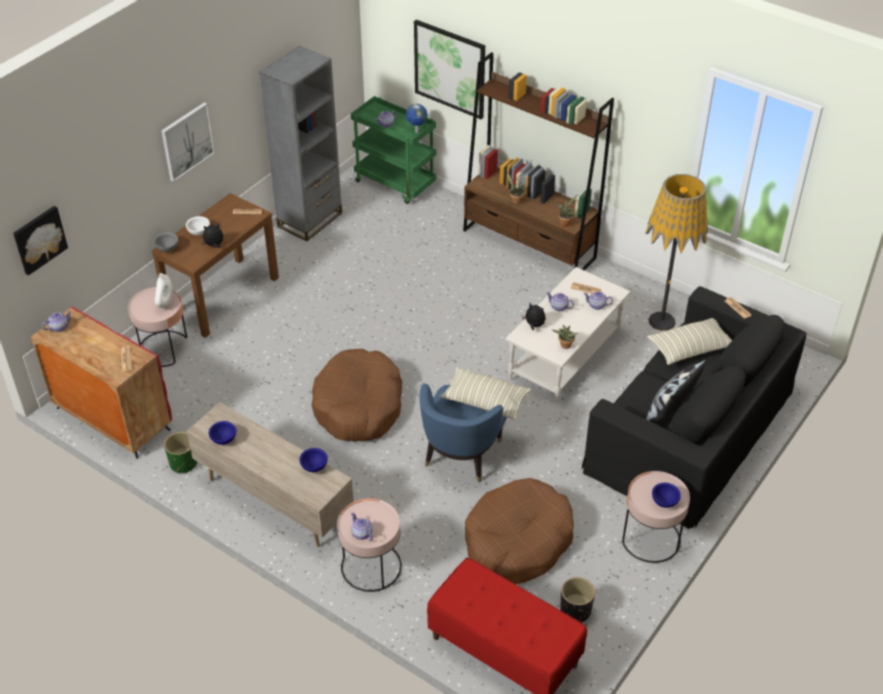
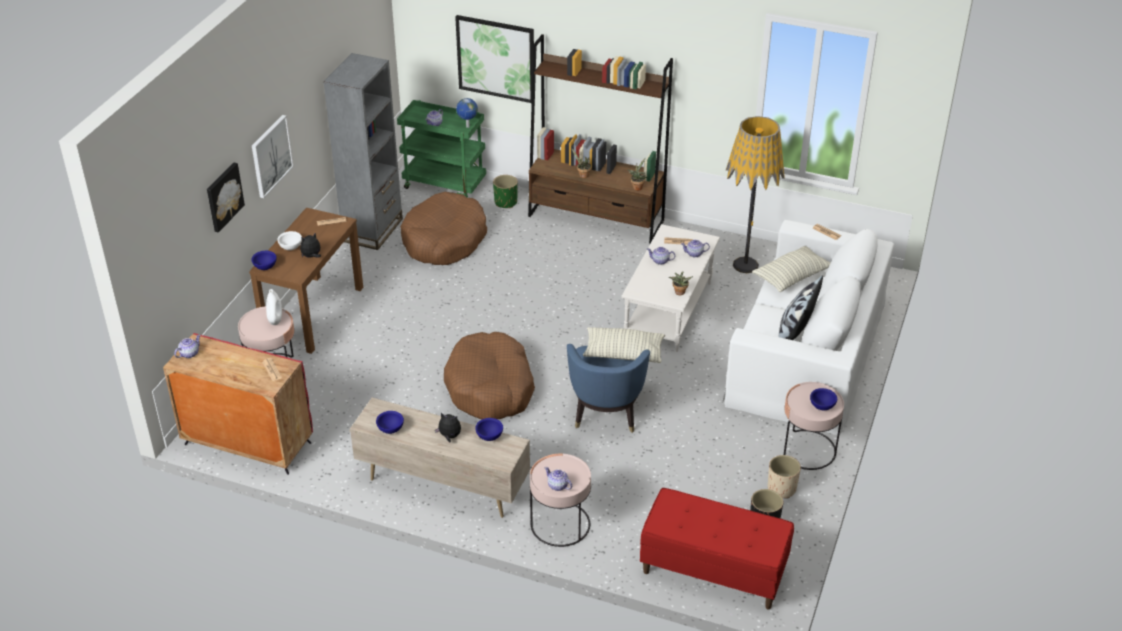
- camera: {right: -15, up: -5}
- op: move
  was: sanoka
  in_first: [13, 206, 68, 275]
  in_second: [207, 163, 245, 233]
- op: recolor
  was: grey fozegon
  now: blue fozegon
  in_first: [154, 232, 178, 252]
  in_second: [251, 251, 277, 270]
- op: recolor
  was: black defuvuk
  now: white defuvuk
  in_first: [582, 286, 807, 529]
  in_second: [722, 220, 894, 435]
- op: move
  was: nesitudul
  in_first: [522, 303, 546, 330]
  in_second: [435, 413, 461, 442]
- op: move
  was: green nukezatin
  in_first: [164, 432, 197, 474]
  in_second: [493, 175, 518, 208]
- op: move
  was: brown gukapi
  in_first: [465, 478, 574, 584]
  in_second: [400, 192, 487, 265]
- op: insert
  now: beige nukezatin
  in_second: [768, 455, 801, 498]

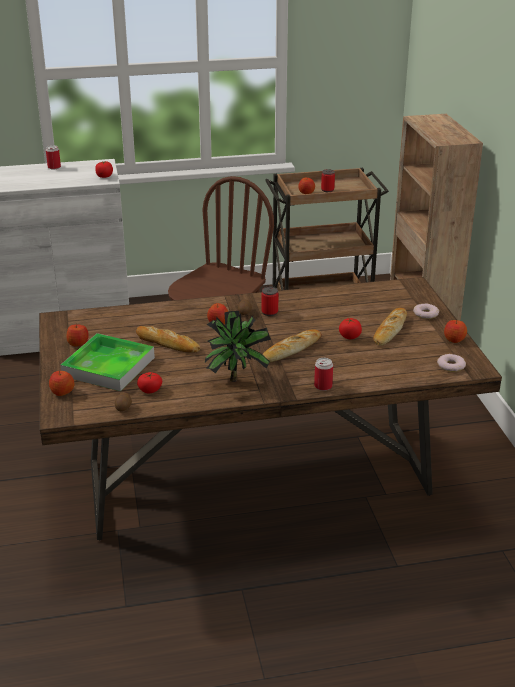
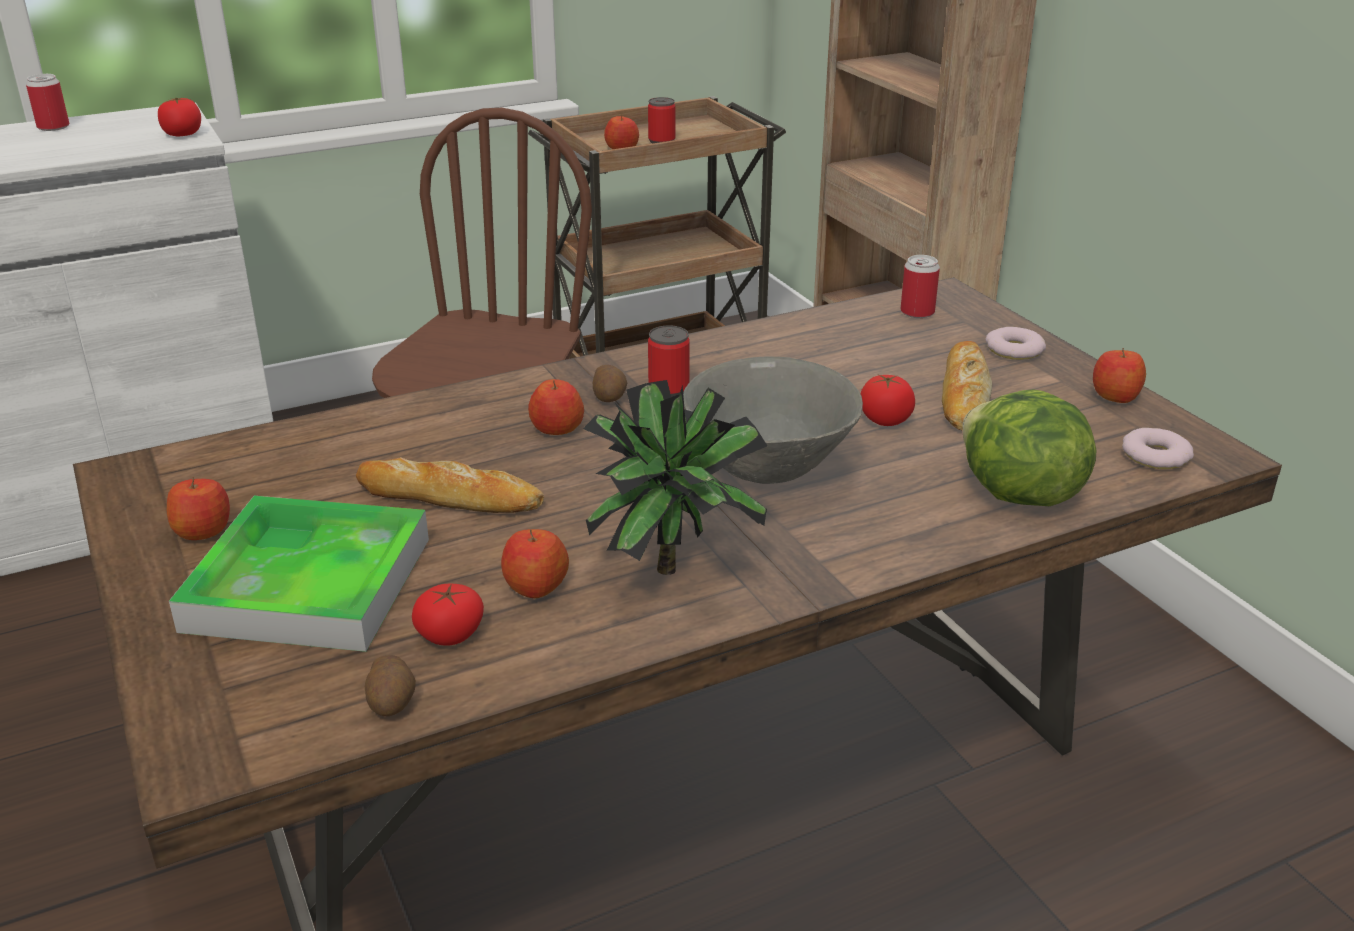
- camera: {right: -15, up: 0}
- op: replace
  was: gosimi
  now: grey fozegon
  in_first: [263, 329, 322, 362]
  in_second: [683, 357, 863, 484]
- op: move
  was: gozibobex
  in_first: [314, 358, 333, 391]
  in_second: [900, 255, 940, 318]
- op: move
  was: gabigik
  in_first: [49, 371, 74, 396]
  in_second: [501, 529, 569, 598]
- op: insert
  now: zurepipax
  in_second: [963, 390, 1097, 506]

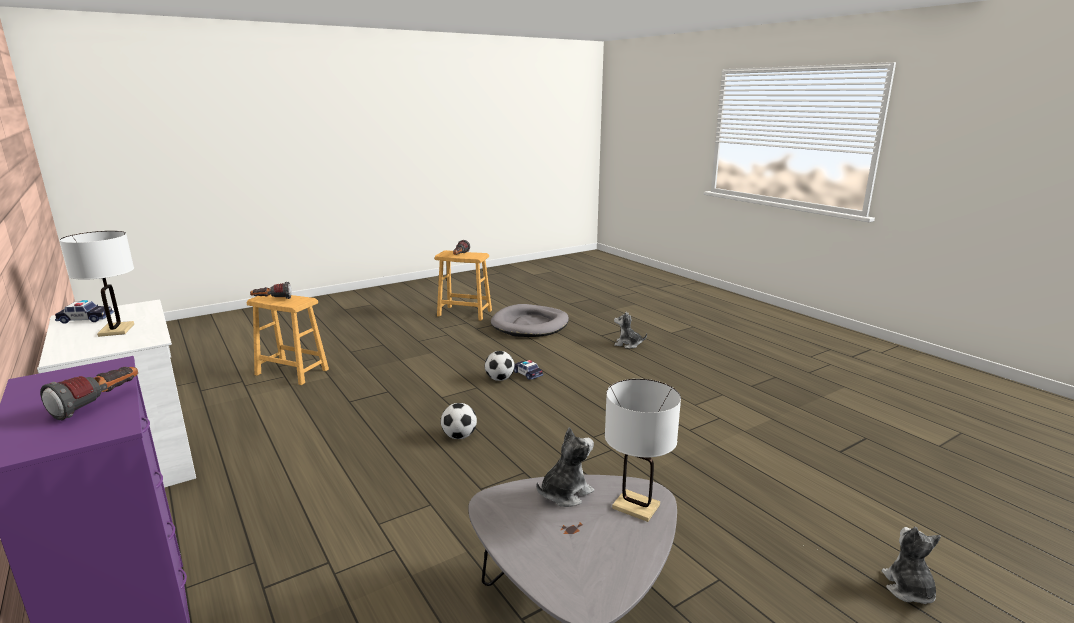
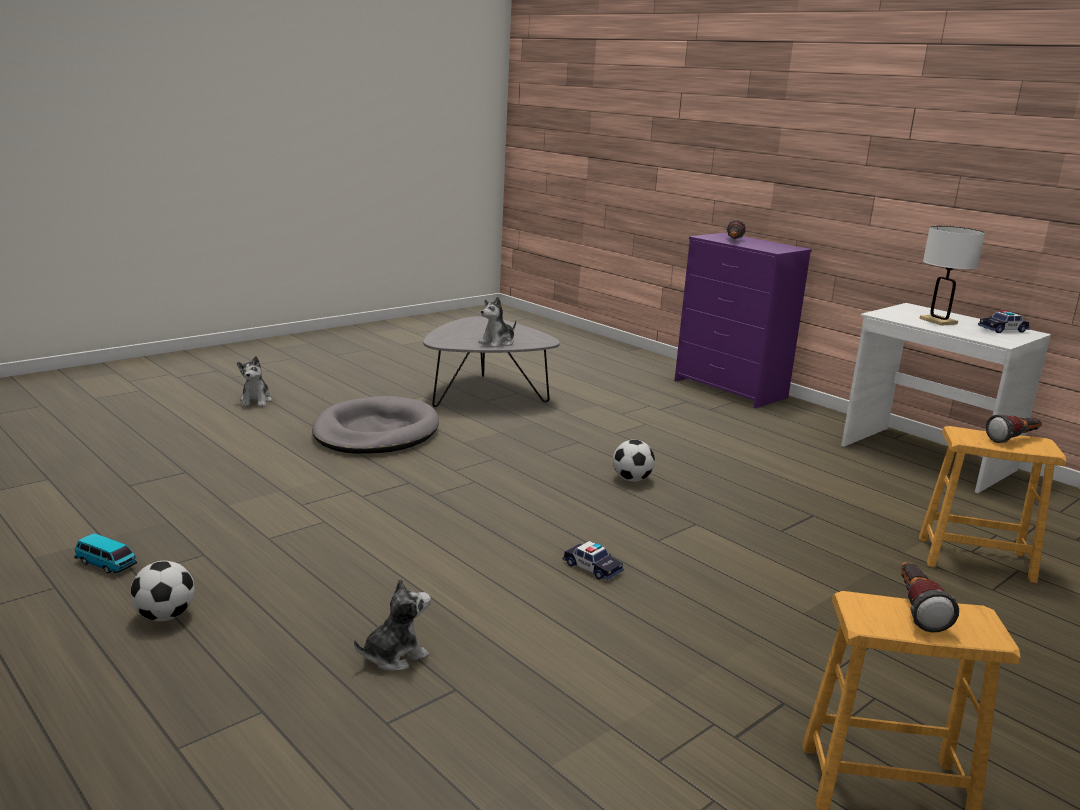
- camera: {right: 170, up: 0}
- op: move
  was: grey gukapi
  in_first: [491, 304, 569, 337]
  in_second: [312, 396, 439, 454]
- op: rotate
  was: nesitudul
  in_first: [614, 312, 647, 348]
  in_second: [354, 578, 431, 671]
  clockwise: -45
- op: move
  was: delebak
  in_first: [485, 351, 515, 381]
  in_second: [131, 561, 194, 621]
- op: delete
  was: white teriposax
  in_first: [605, 379, 681, 522]
- op: insert
  now: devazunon
  in_second: [75, 533, 137, 574]

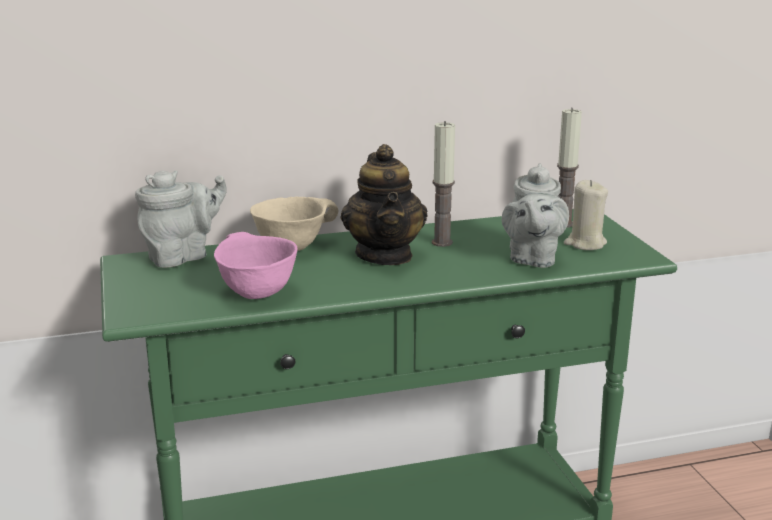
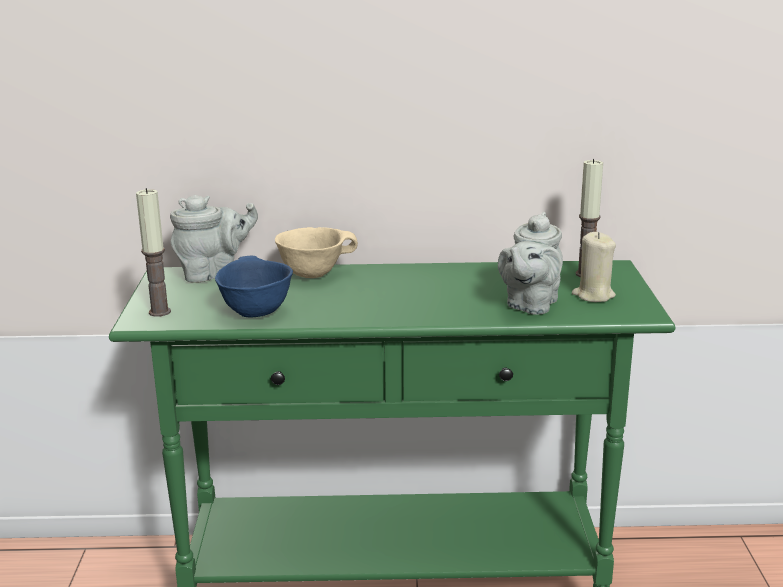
- camera: {right: 15, up: 0}
- op: move
  was: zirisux
  in_first: [432, 121, 455, 247]
  in_second: [136, 188, 171, 317]
- op: delete
  was: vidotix
  in_first: [341, 144, 428, 265]
- op: recolor
  was: pink fozegon
  now: blue fozegon
  in_first: [214, 232, 297, 299]
  in_second: [215, 256, 293, 317]

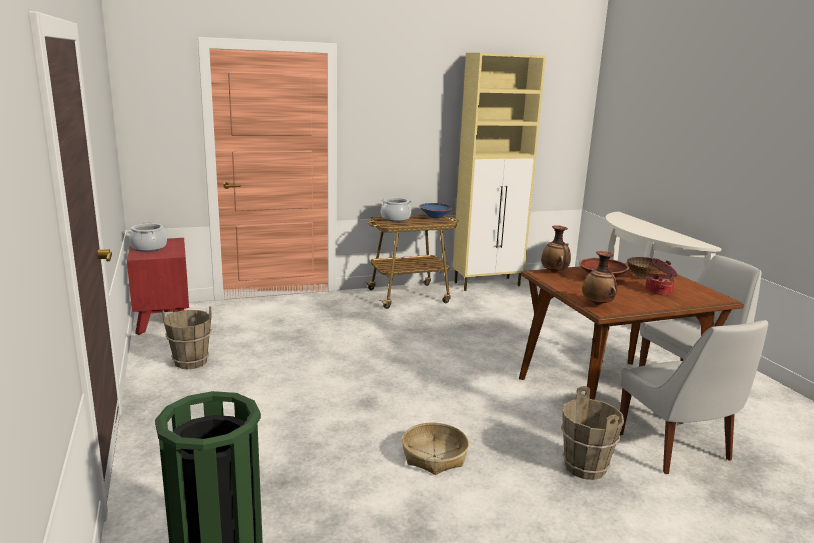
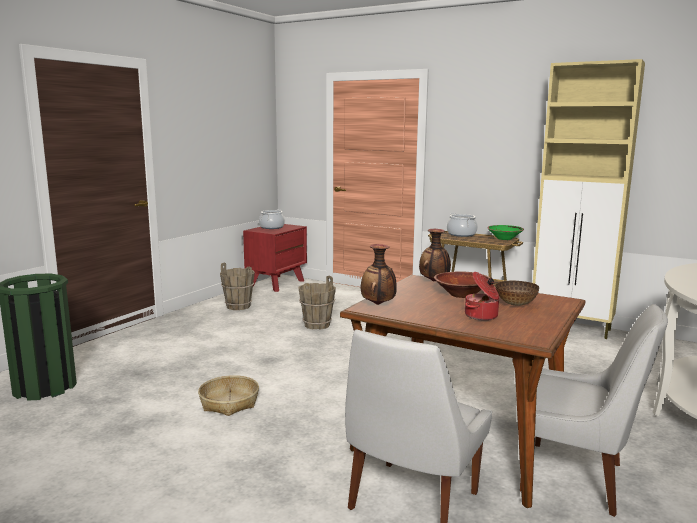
- camera: {right: 50, up: -5}
- op: recolor
  was: blue fozegon
  now: green fozegon
  in_first: [419, 203, 453, 218]
  in_second: [487, 225, 524, 240]
- op: move
  was: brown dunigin
  in_first: [561, 386, 624, 480]
  in_second: [299, 276, 336, 330]

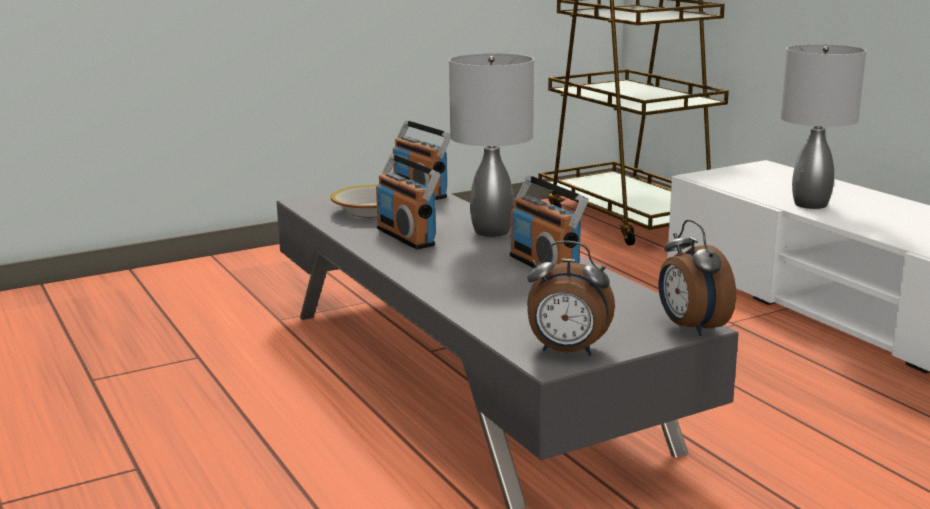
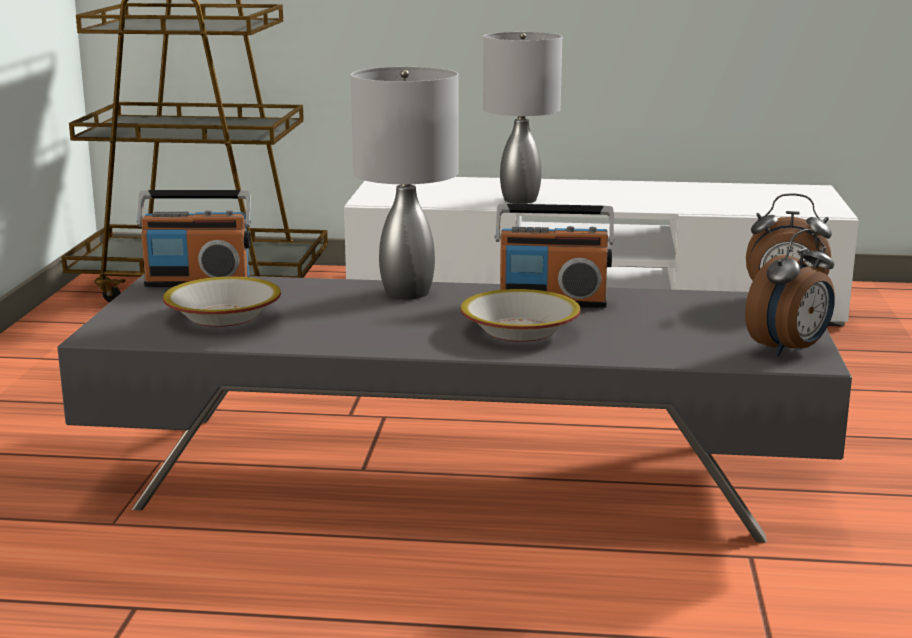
- camera: {right: -55, up: 0}
- op: delete
  was: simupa
  in_first: [376, 154, 440, 249]
- op: insert
  now: fozegon
  in_second: [460, 289, 581, 342]

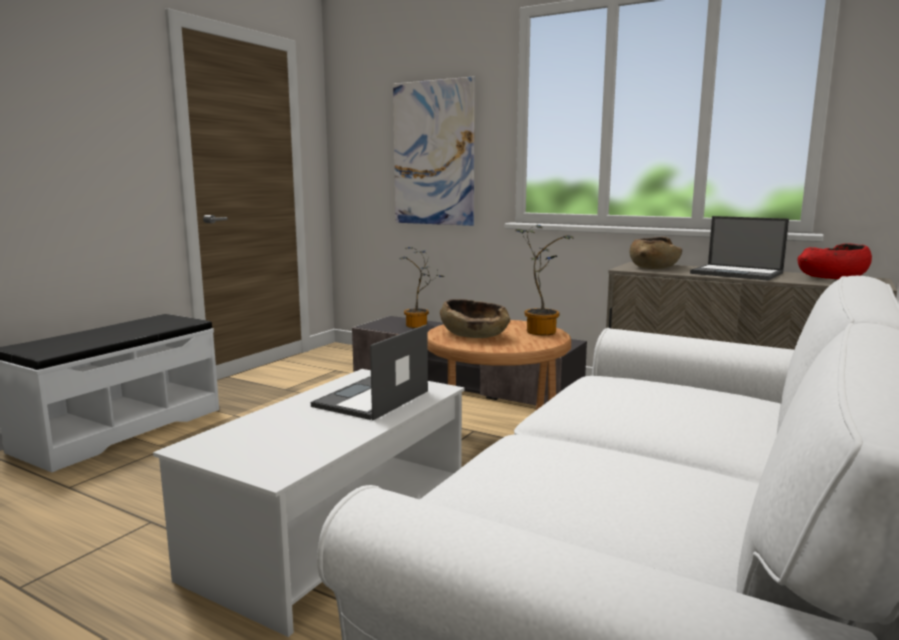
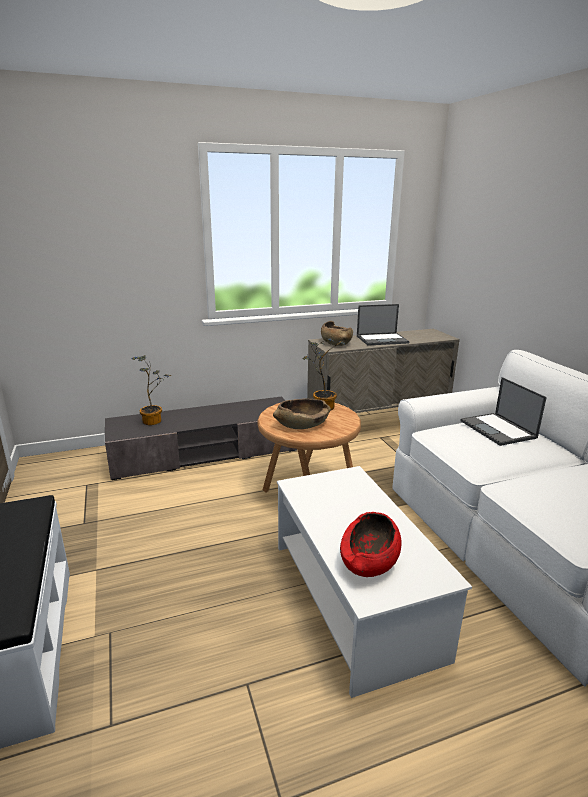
- camera: {right: -50, up: 10}
- op: delete
  was: sanoka
  in_first: [393, 76, 475, 226]
- op: move
  was: red fozegon
  in_first: [798, 243, 872, 279]
  in_second: [340, 512, 401, 577]
- op: move
  was: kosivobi
  in_first: [311, 325, 428, 420]
  in_second: [460, 377, 547, 446]

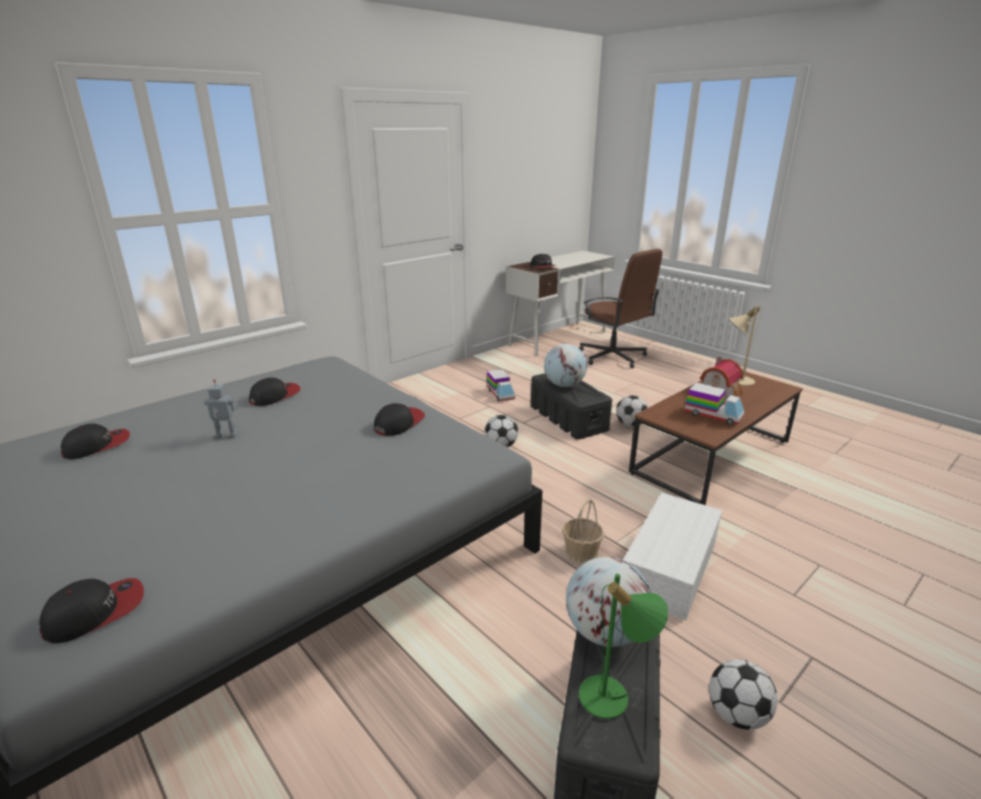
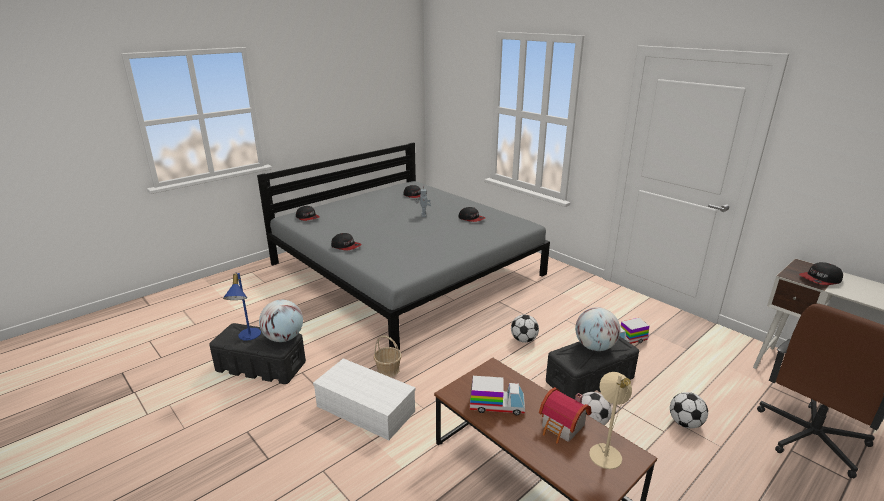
- camera: {right: 90, up: 0}
- op: rotate
  was: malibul
  in_first: [684, 383, 745, 425]
  in_second: [470, 376, 525, 415]
  clockwise: -120
- op: move
  was: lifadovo
  in_first: [374, 403, 425, 436]
  in_second: [331, 233, 362, 250]
- op: recolor
  was: green teriposax
  now: blue teriposax
  in_first: [579, 574, 668, 719]
  in_second: [223, 272, 261, 341]
- op: move
  was: delebak
  in_first: [709, 659, 778, 730]
  in_second: [670, 392, 708, 429]

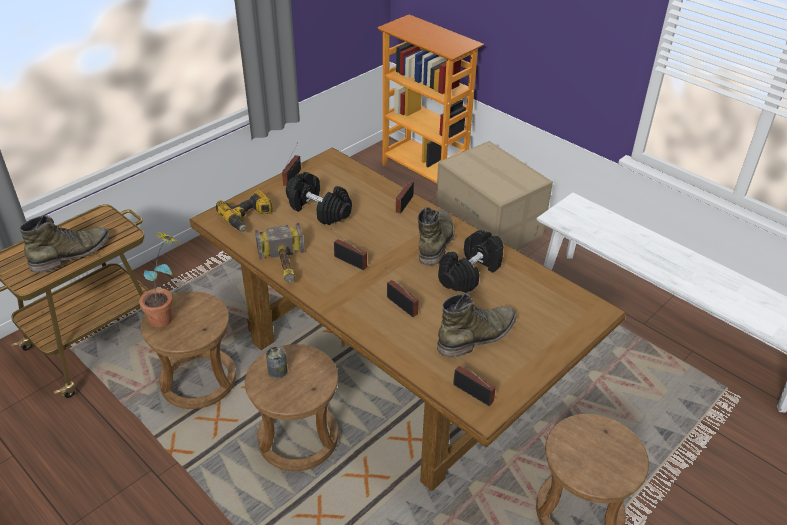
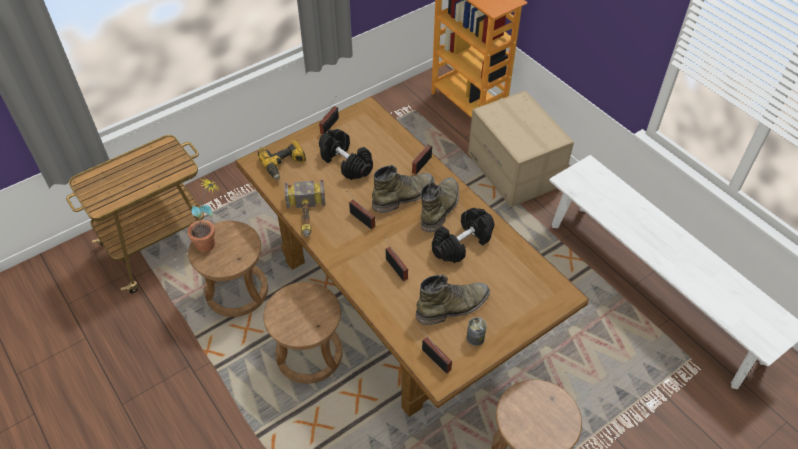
- camera: {right: 10, up: 10}
- op: move
  was: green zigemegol
  in_first: [20, 215, 110, 273]
  in_second: [372, 165, 435, 213]
- op: move
  was: gozibobex
  in_first: [266, 346, 288, 378]
  in_second: [467, 317, 487, 346]

